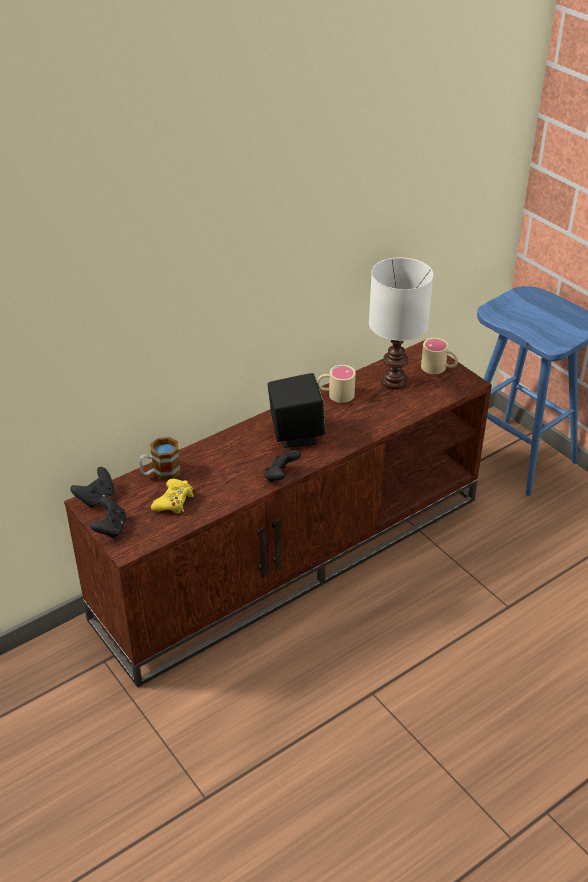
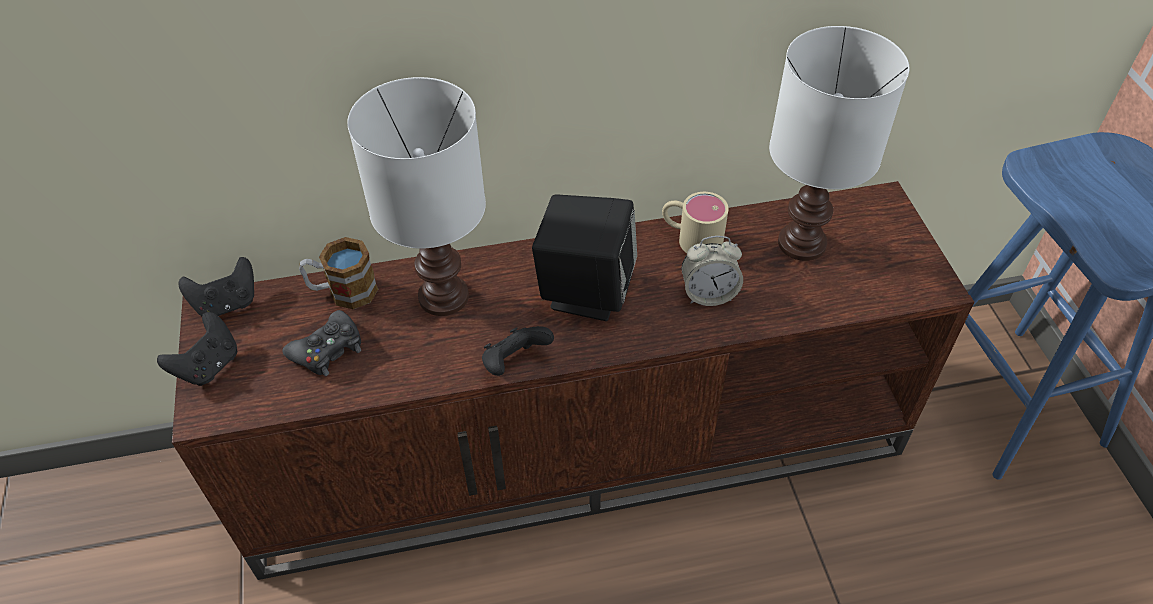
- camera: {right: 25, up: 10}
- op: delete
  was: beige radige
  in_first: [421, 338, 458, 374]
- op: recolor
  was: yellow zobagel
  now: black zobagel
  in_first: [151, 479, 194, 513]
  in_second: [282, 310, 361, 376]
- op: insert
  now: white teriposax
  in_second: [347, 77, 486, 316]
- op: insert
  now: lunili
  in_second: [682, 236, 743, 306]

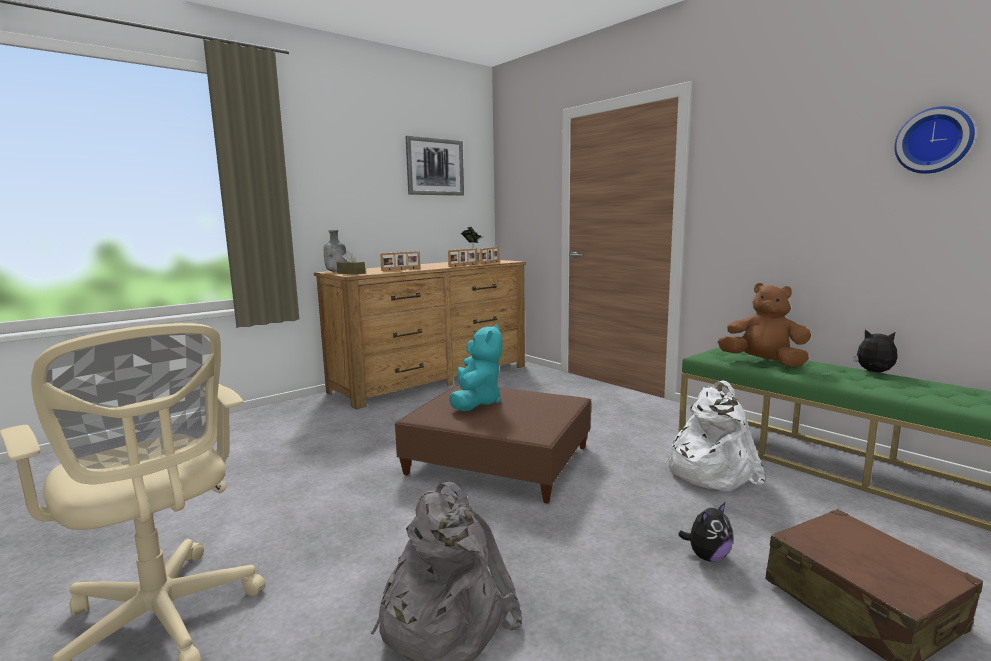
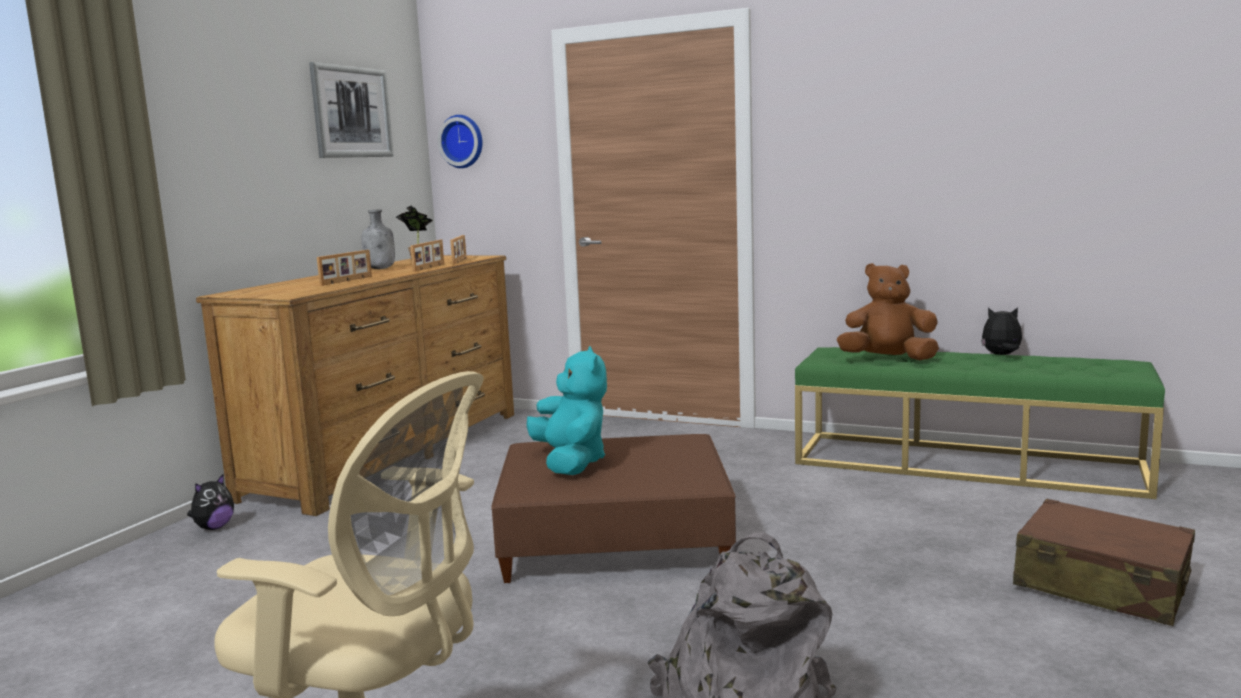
- camera: {right: -25, up: 0}
- op: move
  was: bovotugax
  in_first: [895, 106, 975, 174]
  in_second: [438, 115, 483, 168]
- op: move
  was: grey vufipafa
  in_first: [324, 230, 347, 272]
  in_second: [362, 210, 395, 269]
- op: delete
  was: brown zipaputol
  in_first: [337, 251, 365, 275]
- op: delete
  was: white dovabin
  in_first: [664, 381, 765, 491]
- op: move
  was: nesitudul
  in_first: [678, 503, 733, 562]
  in_second: [187, 474, 234, 530]

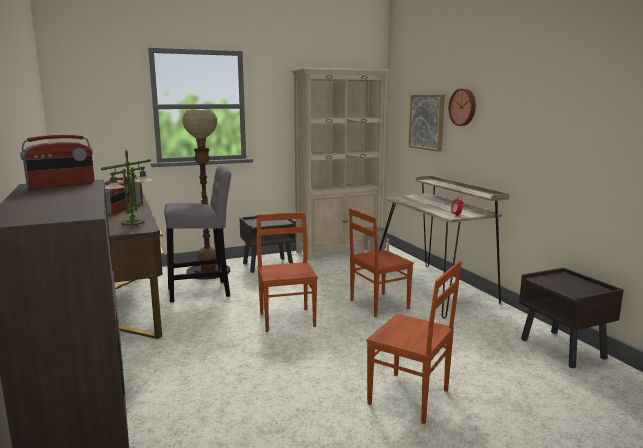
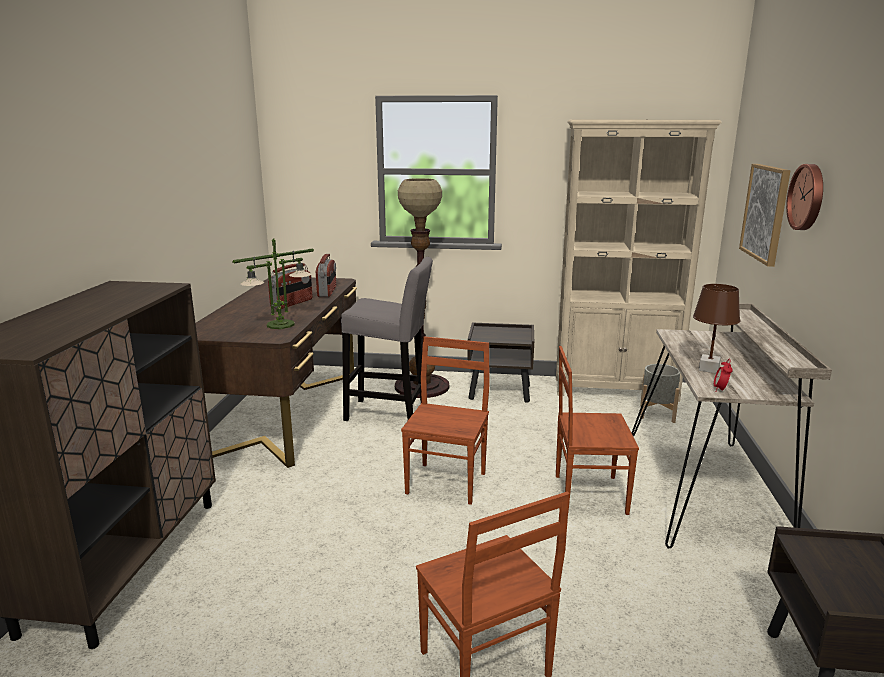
- camera: {right: 30, up: 5}
- op: delete
  was: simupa
  in_first: [20, 135, 94, 189]
- op: insert
  now: brown teriposax
  in_second: [693, 284, 740, 373]

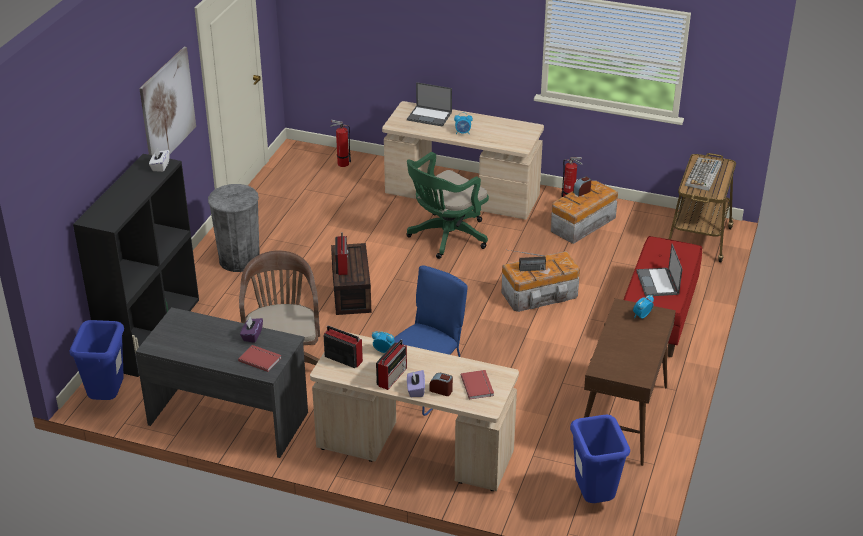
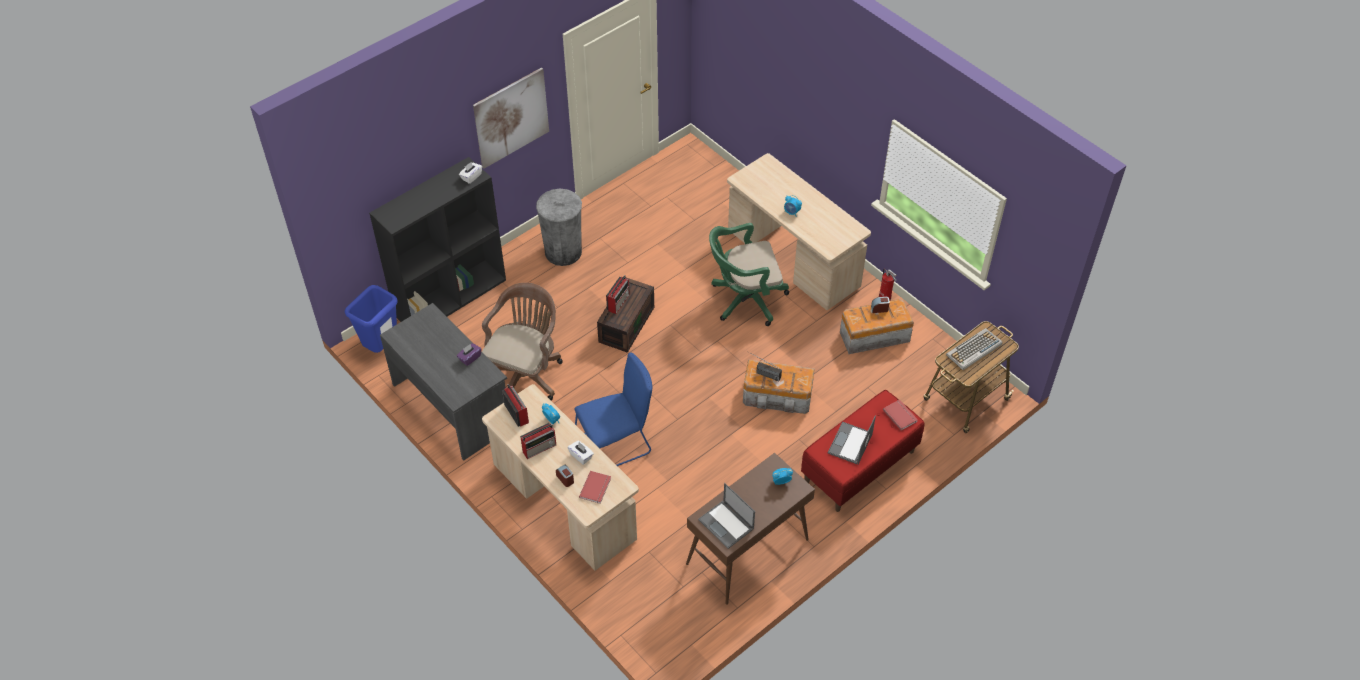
- camera: {right: 30, up: 15}
- op: move
  was: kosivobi
  in_first: [407, 82, 452, 127]
  in_second: [698, 483, 755, 549]
- op: delete
  was: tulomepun
  in_first: [330, 120, 351, 167]
- op: move
  was: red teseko
  in_first: [238, 345, 281, 372]
  in_second: [883, 400, 918, 430]
- op: delete
  was: purple zipaputol
  in_first: [407, 370, 425, 397]
- op: delete
  was: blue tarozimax
  in_first: [570, 415, 630, 503]
- op: insert
  now: white zipaputol
  in_second: [568, 441, 594, 465]

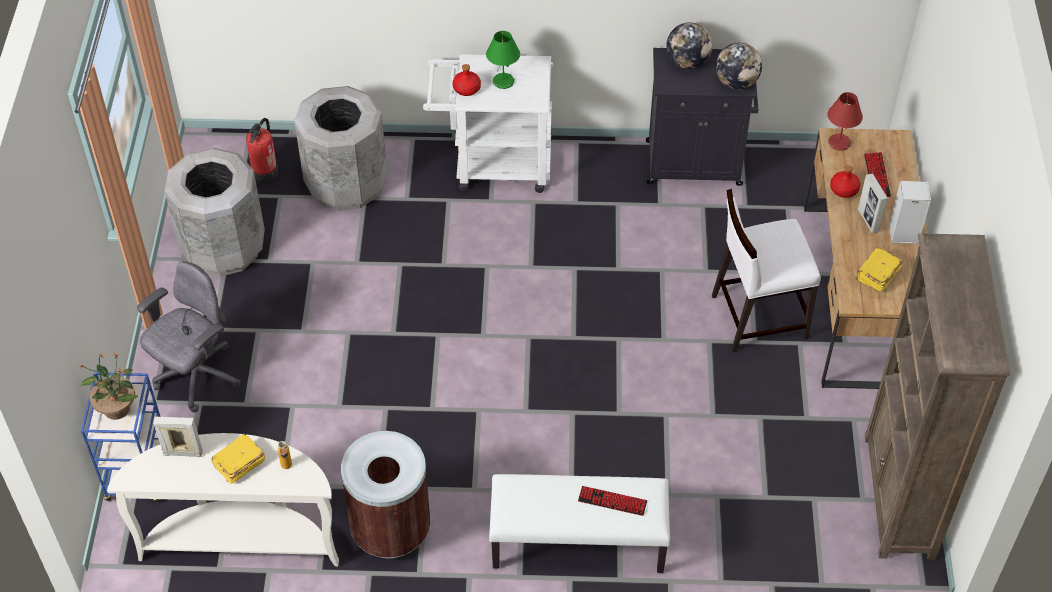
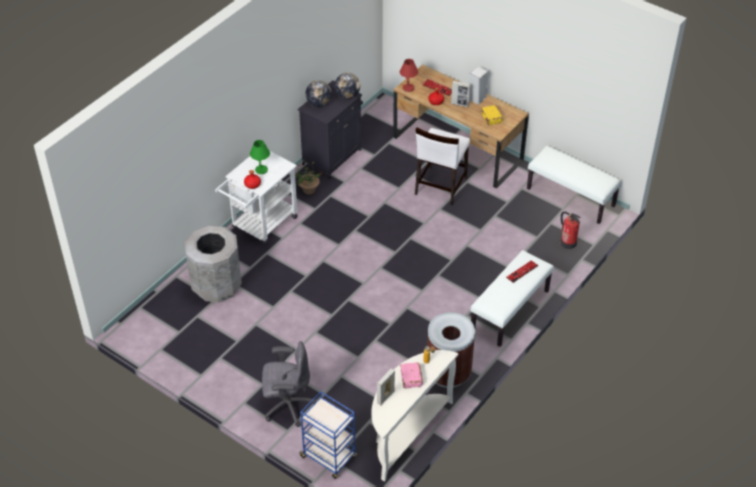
- camera: {right: -55, up: -5}
- op: move
  was: tulomepun
  in_first: [246, 118, 278, 182]
  in_second: [560, 211, 581, 249]
- op: delete
  was: grey tarozimax
  in_first: [165, 148, 265, 276]
- op: replace
  was: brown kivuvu
  now: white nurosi
  in_first: [865, 233, 1010, 560]
  in_second: [527, 146, 621, 224]
- op: rotate
  was: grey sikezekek
  in_first: [137, 261, 241, 413]
  in_second: [262, 341, 316, 427]
  clockwise: 105
- op: move
  was: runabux
  in_first: [78, 352, 138, 420]
  in_second: [295, 160, 322, 194]
- op: recolor
  was: yellow teseko
  now: pink teseko
  in_first: [211, 433, 265, 484]
  in_second: [400, 362, 423, 389]

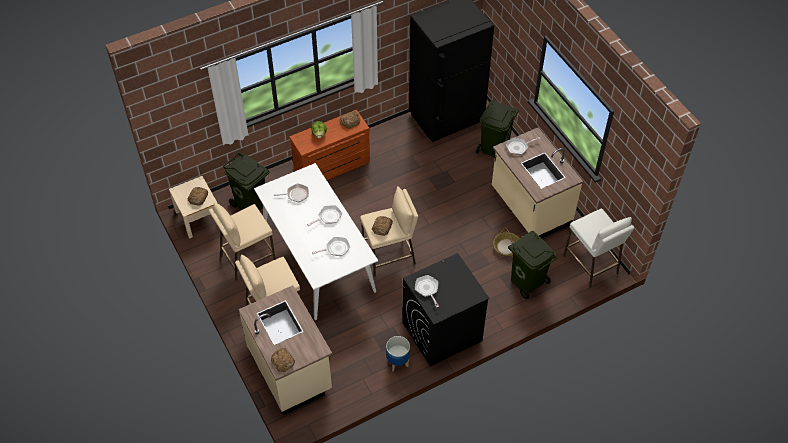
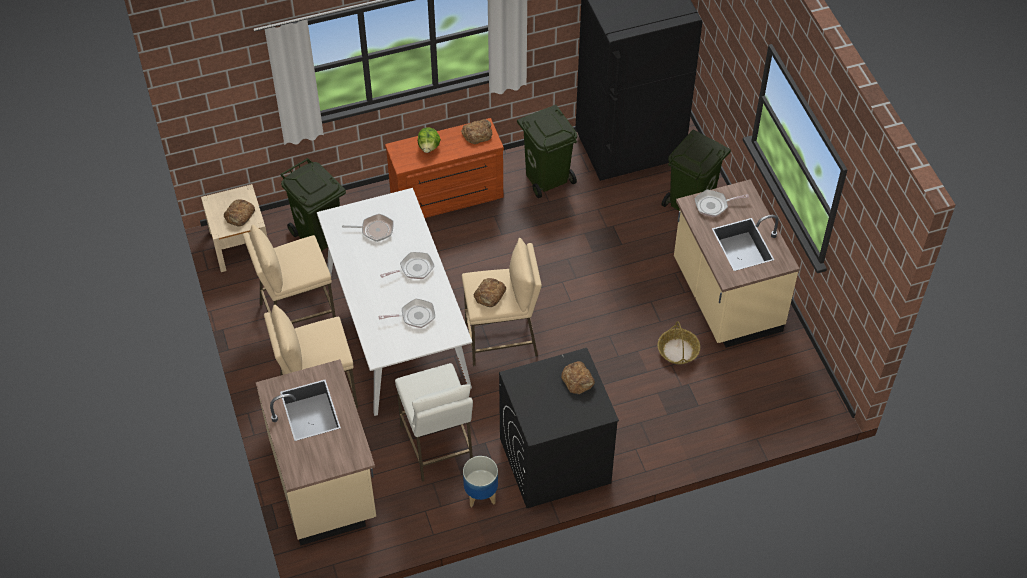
- camera: {right: 10, up: 0}
- op: move
  was: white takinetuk
  in_first: [563, 209, 634, 288]
  in_second: [395, 363, 473, 482]
- op: move
  was: green tarozimax
  in_first: [508, 231, 557, 299]
  in_second: [517, 105, 577, 198]
- op: delete
  was: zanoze
  in_first: [415, 275, 439, 308]
- op: move
  was: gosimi
  in_first: [271, 348, 295, 372]
  in_second: [561, 361, 595, 394]

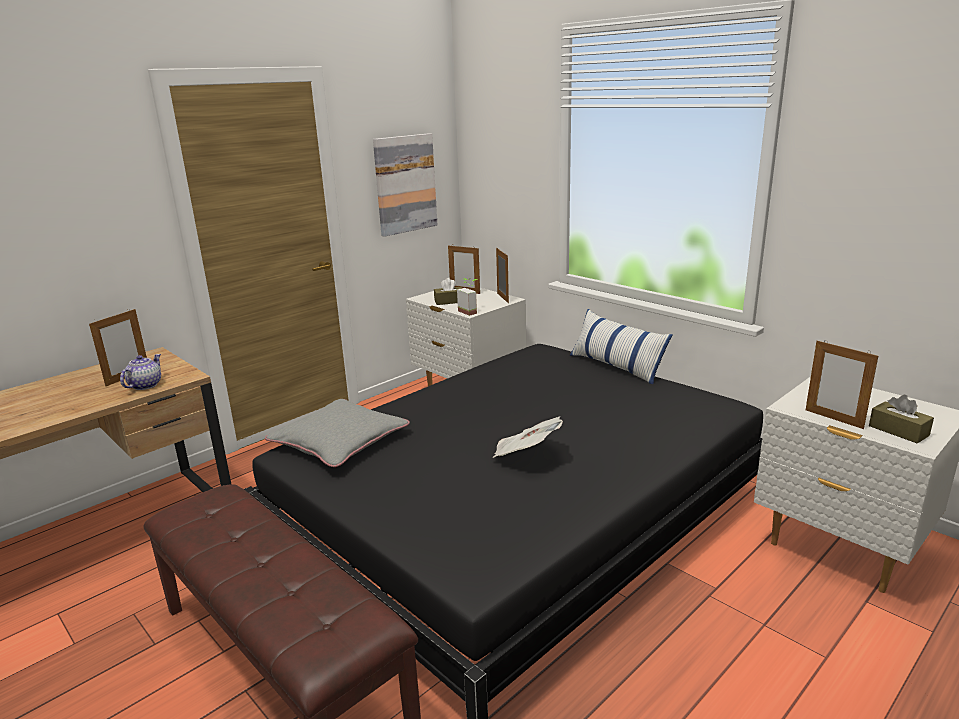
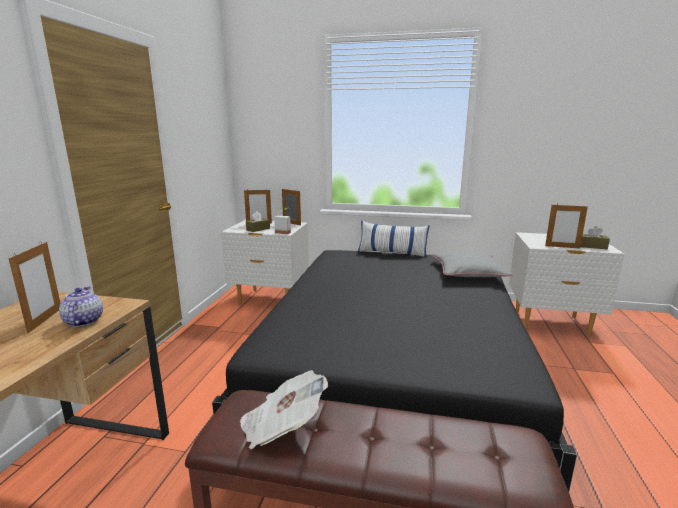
- camera: {right: -35, up: -5}
- op: delete
  was: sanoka
  in_first: [373, 133, 437, 237]
- op: move
  was: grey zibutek
  in_first: [265, 399, 410, 467]
  in_second: [431, 252, 513, 277]
- op: move
  was: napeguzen
  in_first: [493, 416, 563, 458]
  in_second: [240, 370, 328, 449]

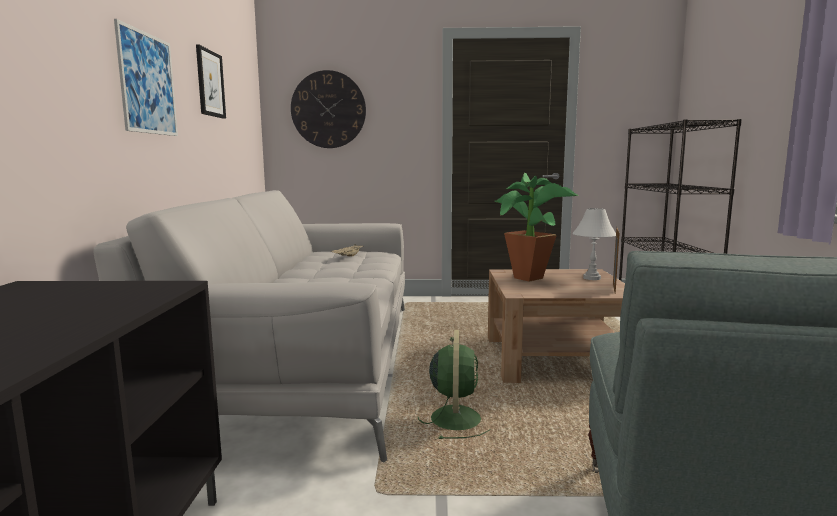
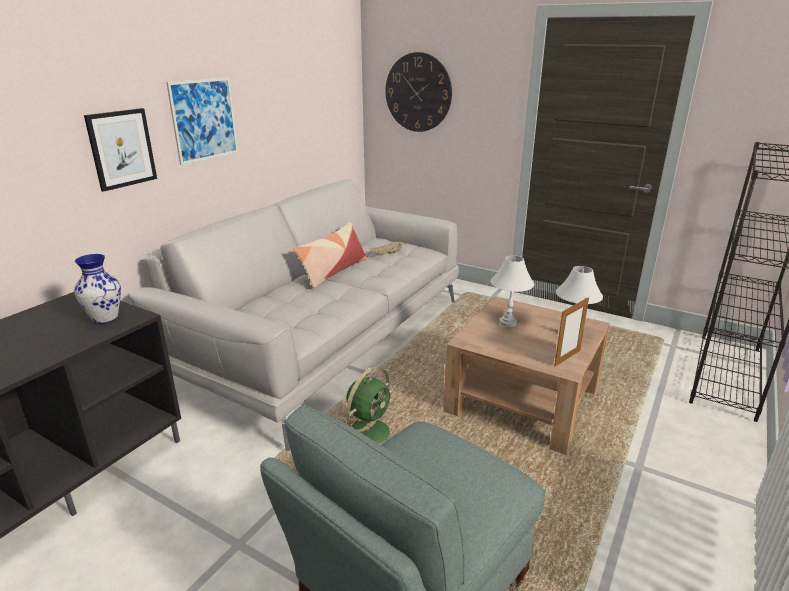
- camera: {right: 30, up: 15}
- op: move
  was: sanoka
  in_first: [196, 45, 226, 119]
  in_second: [84, 108, 157, 192]
- op: replace
  was: runabux
  now: white teriposax
  in_first: [494, 173, 579, 282]
  in_second: [490, 255, 534, 327]
- op: insert
  now: zibutek
  in_second: [293, 222, 368, 288]
- op: insert
  now: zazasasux
  in_second: [74, 254, 121, 324]

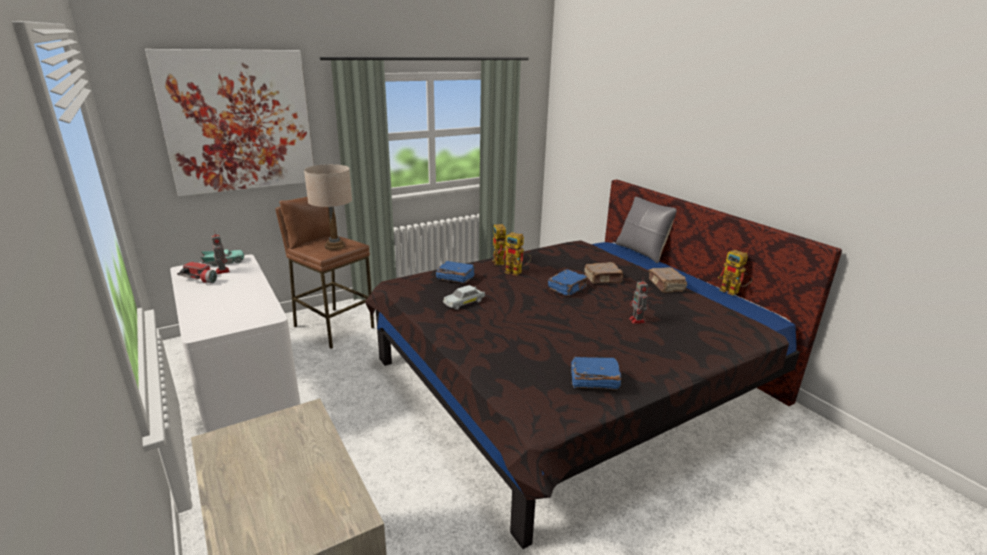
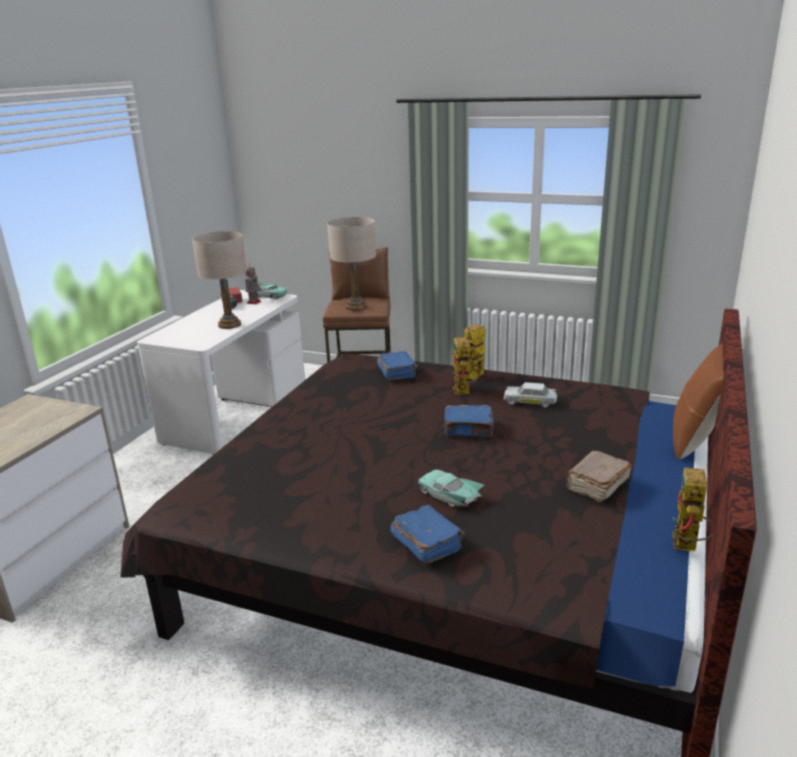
- camera: {right: 55, up: 0}
- op: delete
  was: sanoka
  in_first: [145, 49, 314, 196]
- op: recolor
  was: grey zibutek
  now: brown zibutek
  in_first: [616, 197, 677, 263]
  in_second: [673, 343, 724, 460]
- op: delete
  was: brown teseko
  in_first: [584, 262, 623, 283]
- op: replace
  was: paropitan
  now: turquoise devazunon
  in_first: [629, 281, 648, 324]
  in_second: [418, 470, 485, 507]
- op: move
  was: white devazunon
  in_first: [443, 285, 485, 310]
  in_second: [504, 382, 557, 408]
- op: move
  was: blue teseko
  in_first: [571, 357, 621, 390]
  in_second: [390, 505, 465, 564]
- op: insert
  now: beige teriposax
  in_second: [192, 231, 247, 329]

